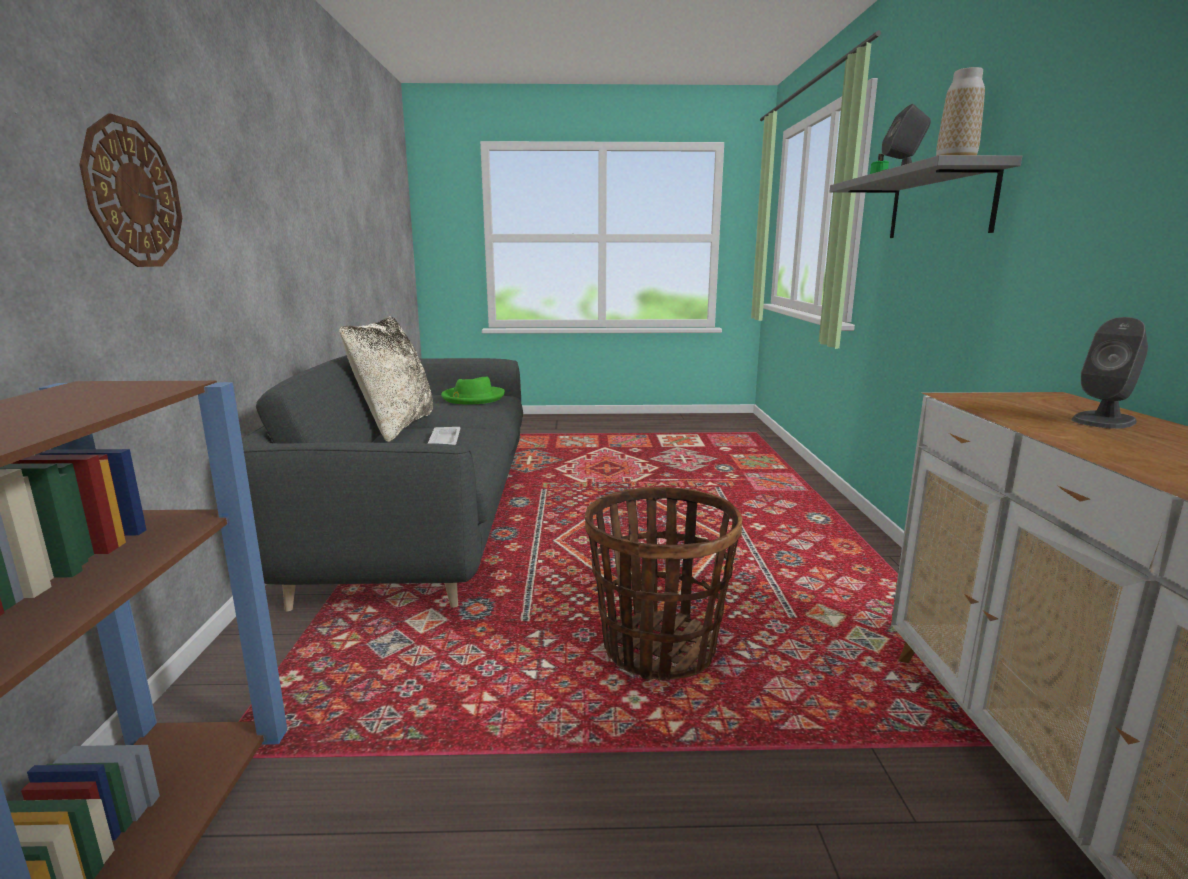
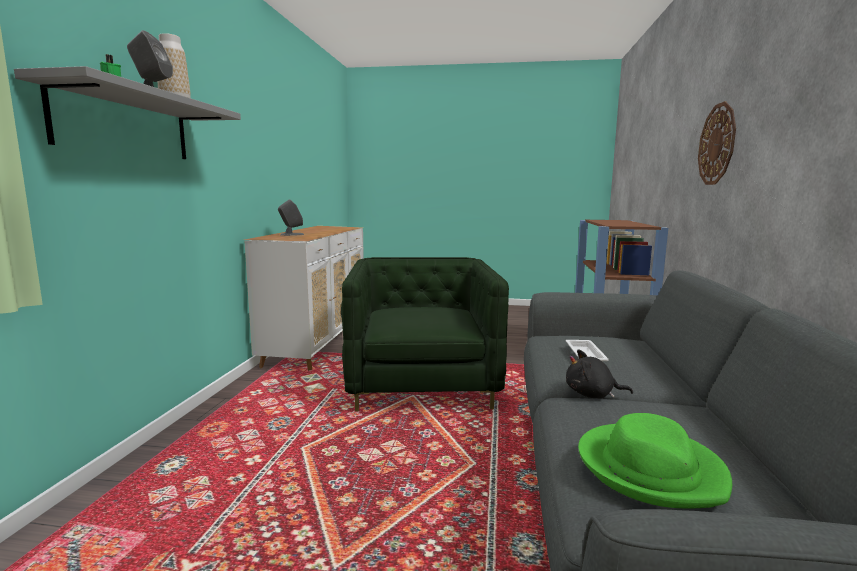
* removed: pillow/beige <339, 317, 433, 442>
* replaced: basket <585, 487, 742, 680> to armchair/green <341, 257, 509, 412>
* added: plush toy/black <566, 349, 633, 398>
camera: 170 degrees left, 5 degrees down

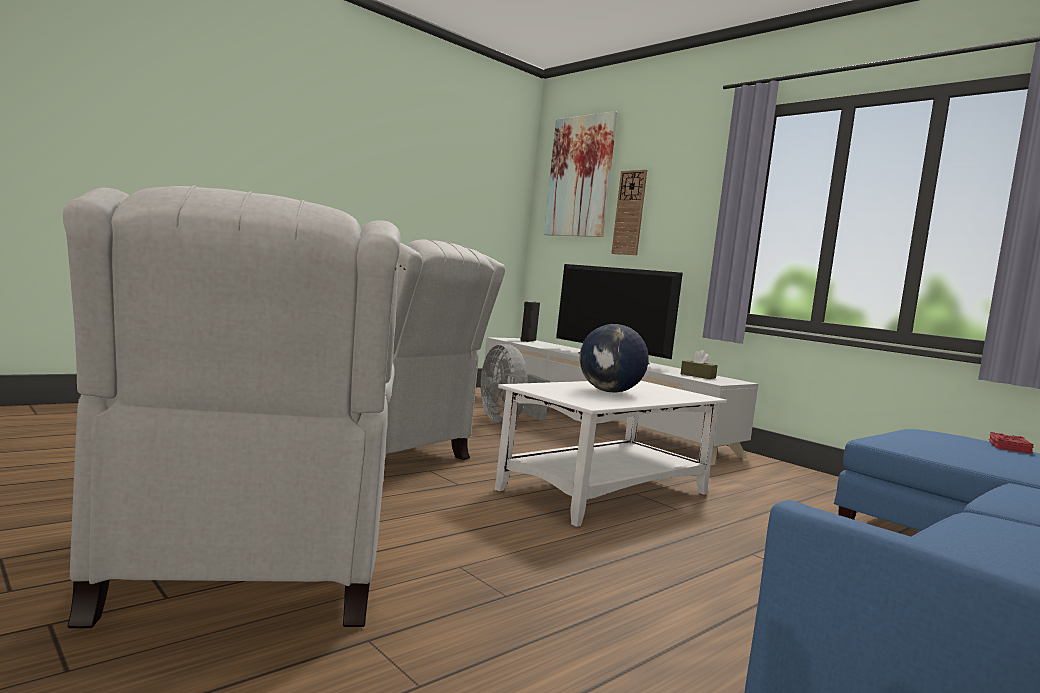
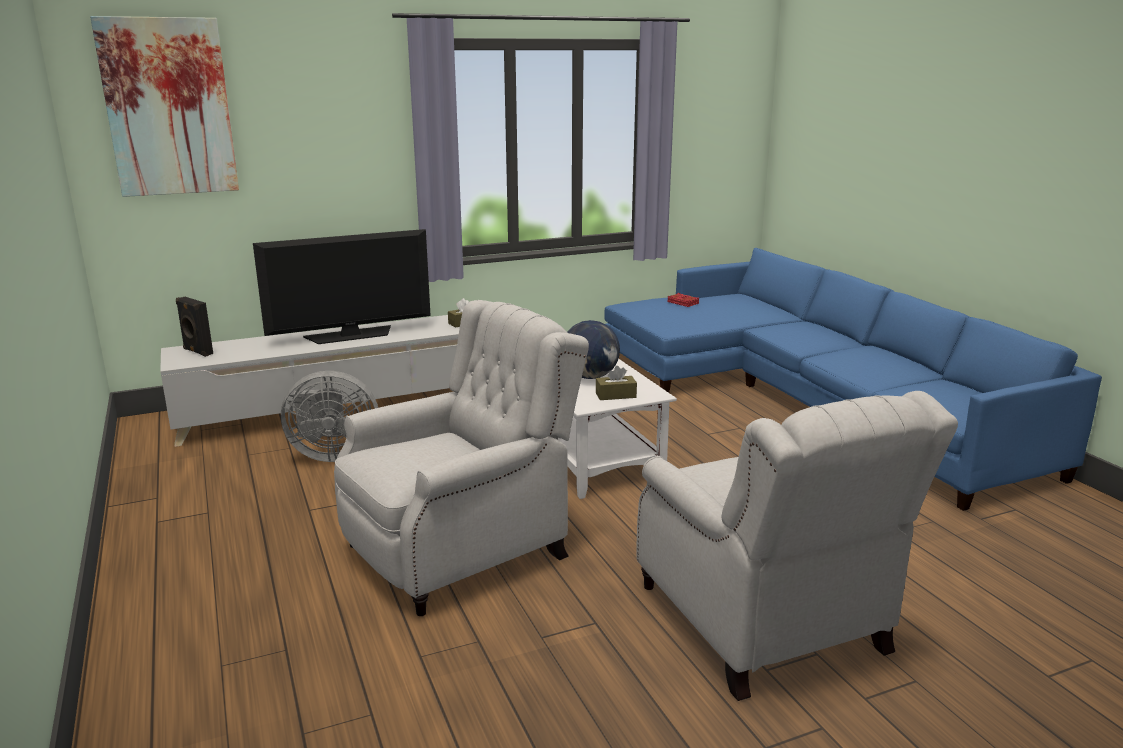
* removed: wall clock <611, 170, 647, 255>
* turned: armchair/white <63, 185, 401, 628> = <636, 391, 958, 701> 60 degrees clockwise
* added: tissue box/brown <596, 366, 637, 400>
camera: 70 degrees left, 15 degrees up

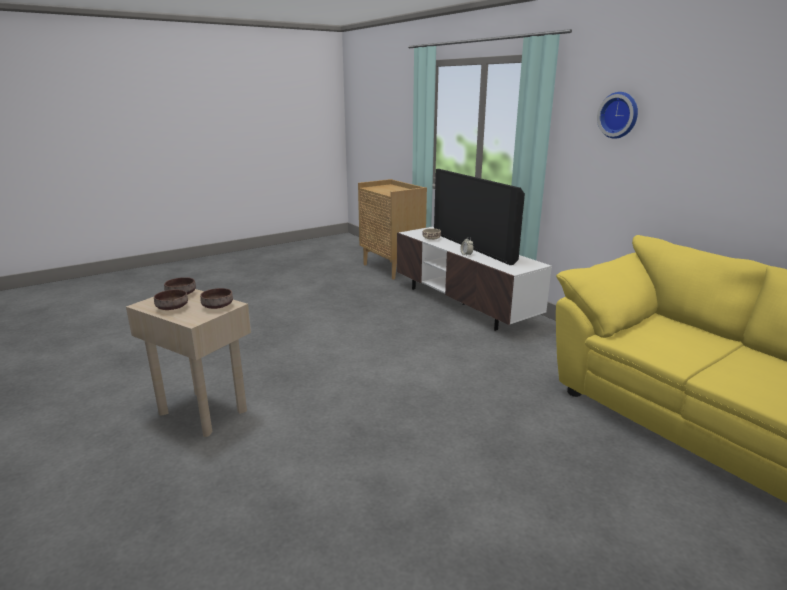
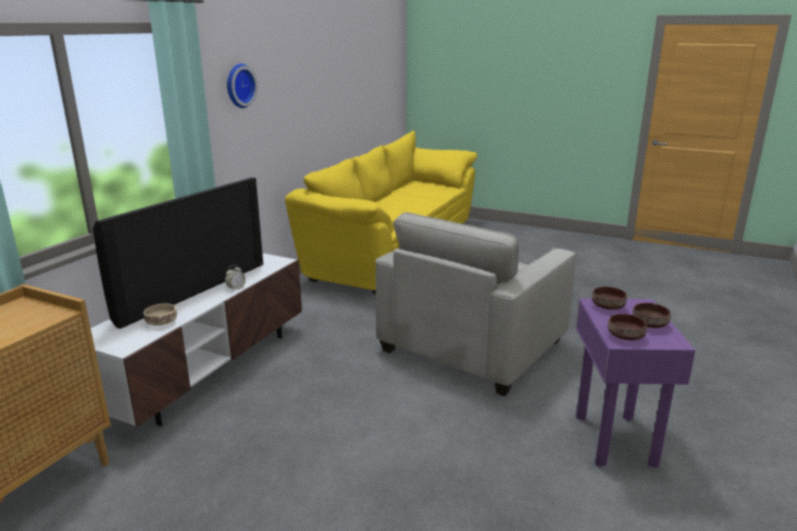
* recoloured: side table/beige <126, 289, 251, 437> to side table/purple <576, 298, 696, 468>
* added: armchair/grey <376, 212, 577, 396>
camera: 120 degrees left, 0 degrees up

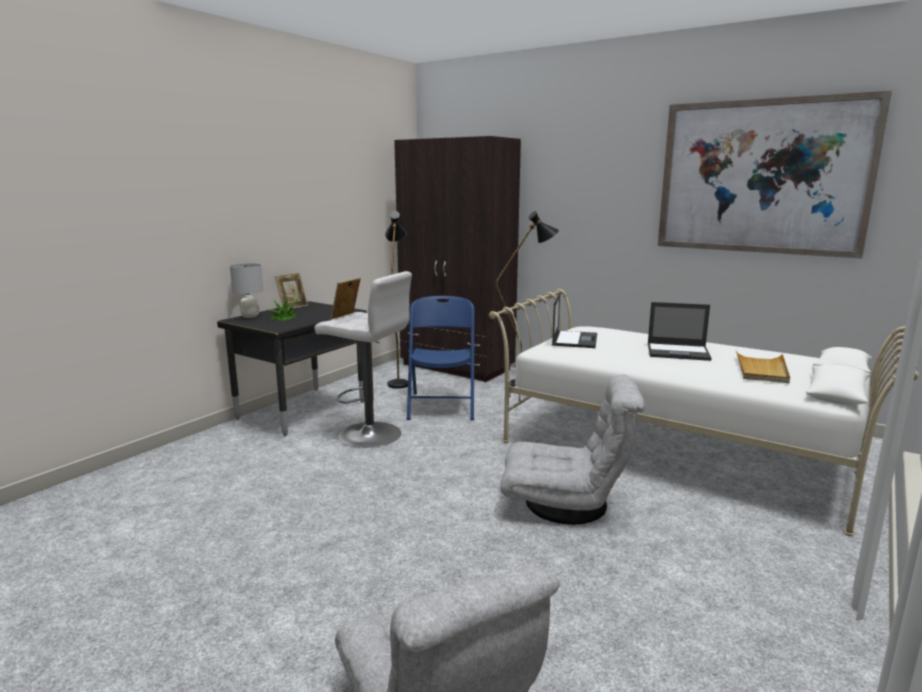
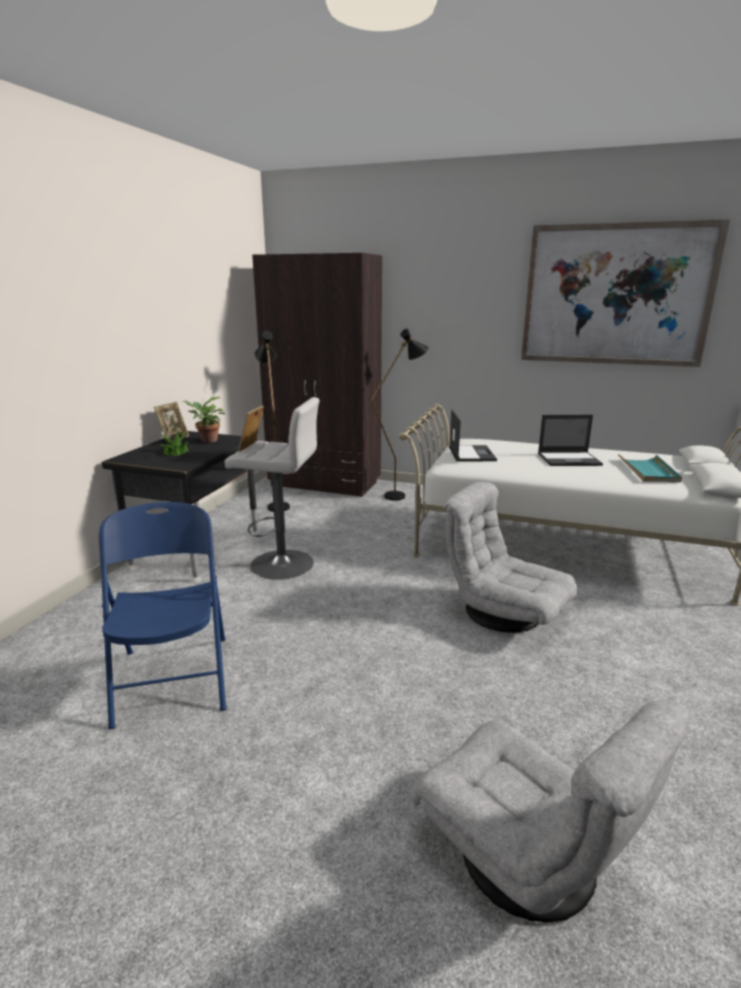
* removed: table lamp/grey <230, 263, 263, 318>
* moved: chair/blue <407, 296, 475, 420> to <99, 502, 227, 730>
* recoloured: tray/beige <736, 351, 790, 383> to tray/turquoise <618, 454, 682, 482>
* turned: armchair/grey <500, 374, 645, 525> = <443, 482, 578, 633> 135 degrees counterclockwise
* added: potted plant <183, 397, 225, 443>
camera: 15 degrees left, 5 degrees up

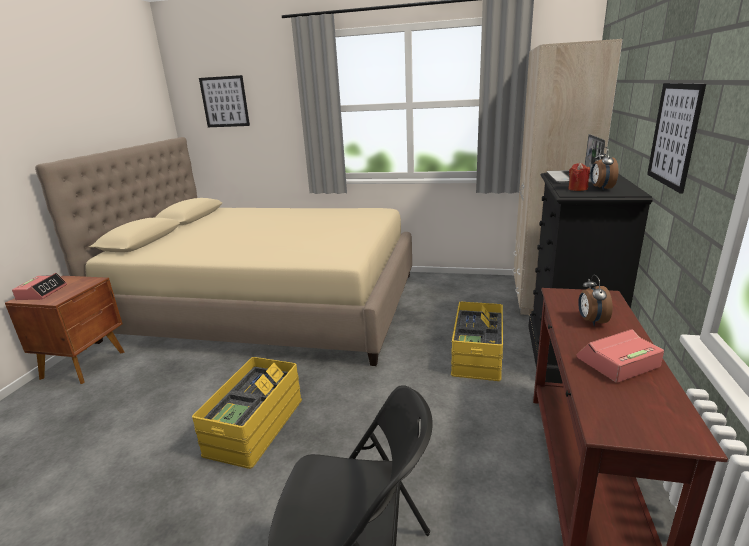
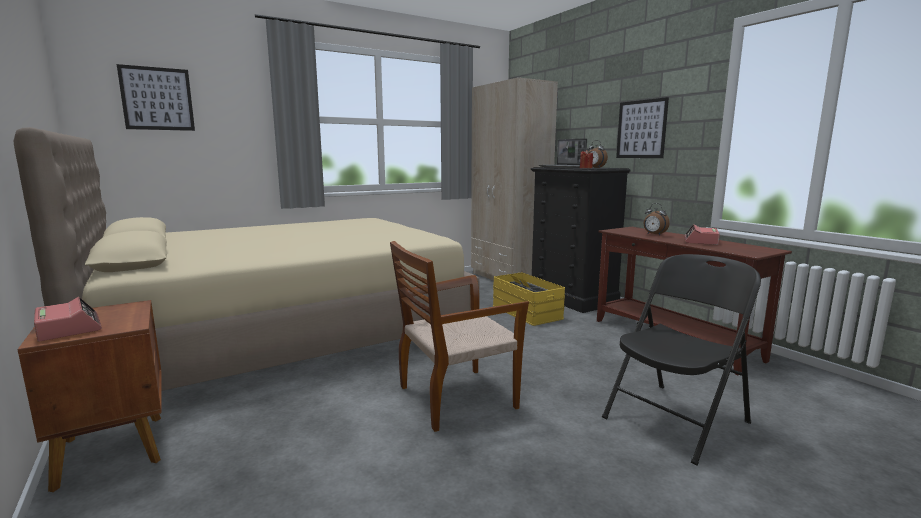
* replaced: storage box/yellow <192, 357, 302, 469> to armchair/brown <390, 241, 529, 432>
camera: 45 degrees left, 10 degrees down

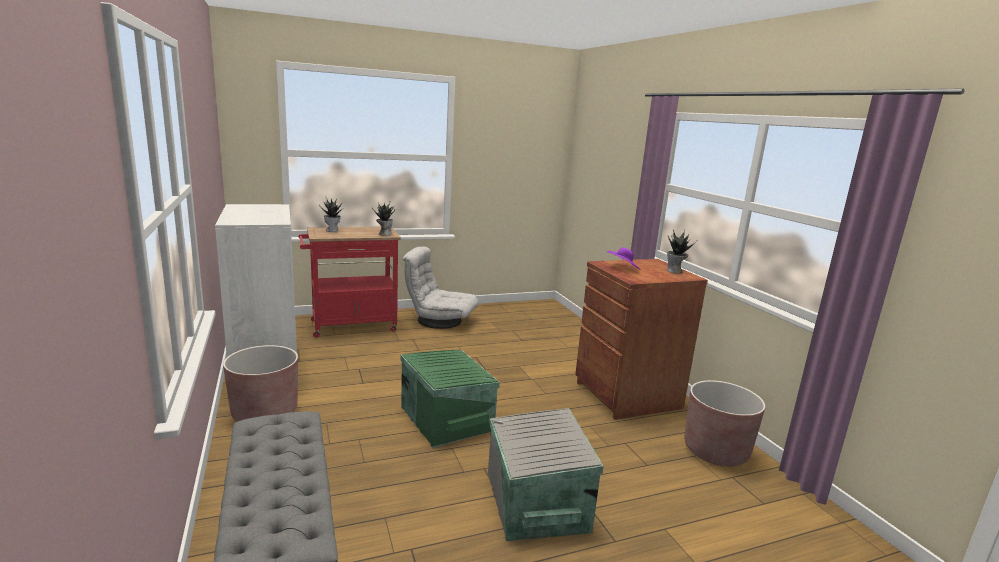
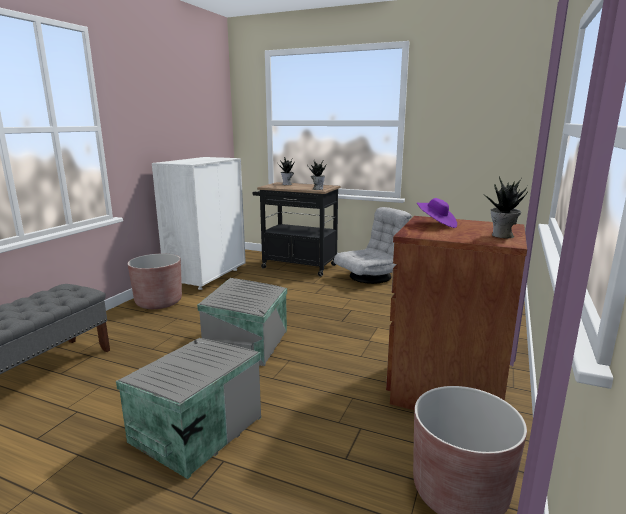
* recoloured: cart/red <299, 227, 401, 338> to cart/black <253, 182, 341, 277>
* turned: armchair/grey <403, 247, 479, 329> = <334, 207, 412, 284> 90 degrees clockwise
* recoloured: storage box/green <400, 350, 500, 448> to storage box/grey <197, 278, 287, 366>
camera: 45 degrees right, 0 degrees up

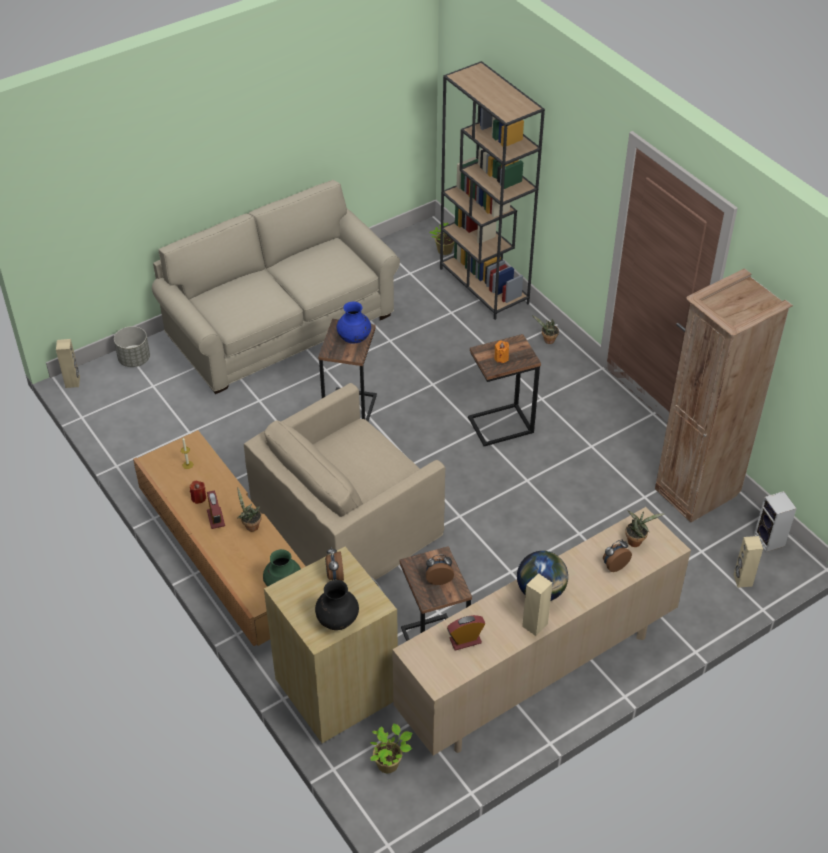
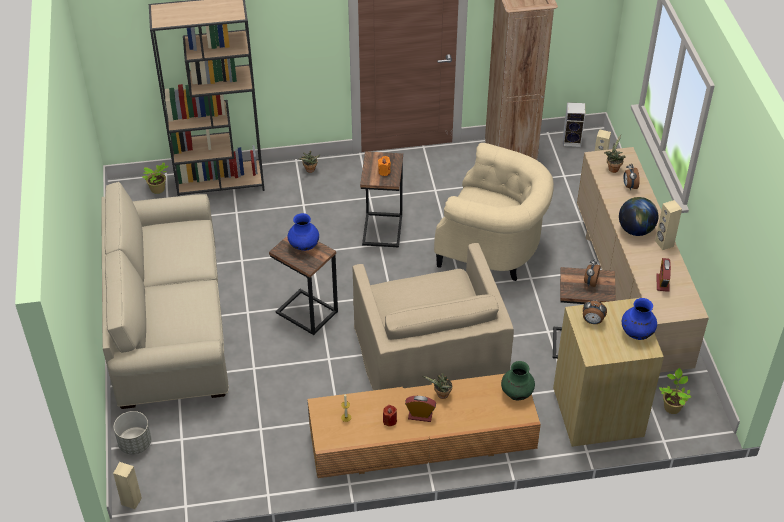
* recoloured: vase/black <315, 580, 359, 630> to vase/blue <622, 298, 657, 340>
* added: armchair/beige <434, 143, 554, 281>
camera: 65 degrees left, 0 degrees up

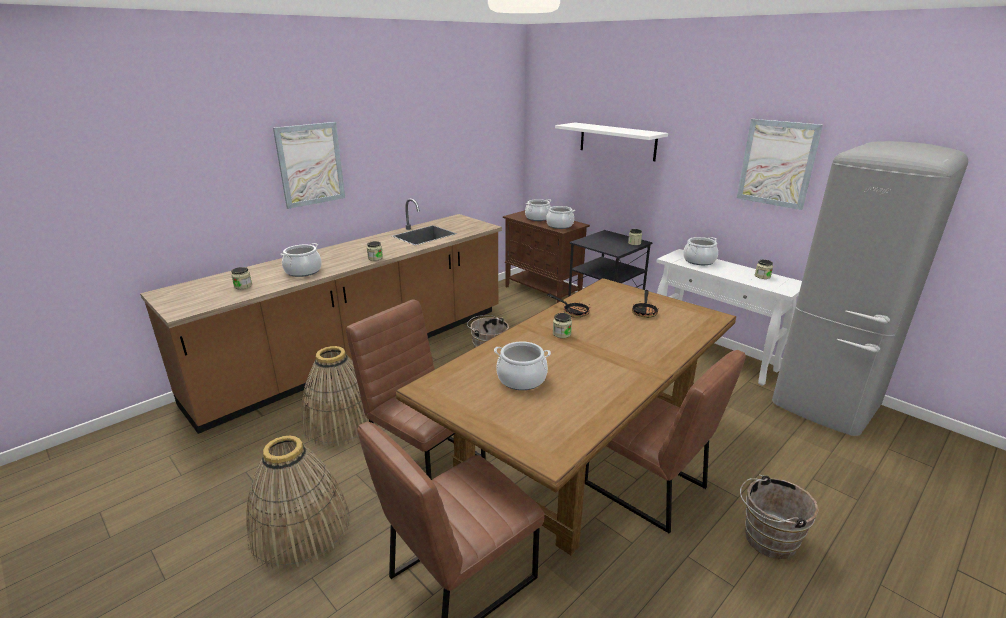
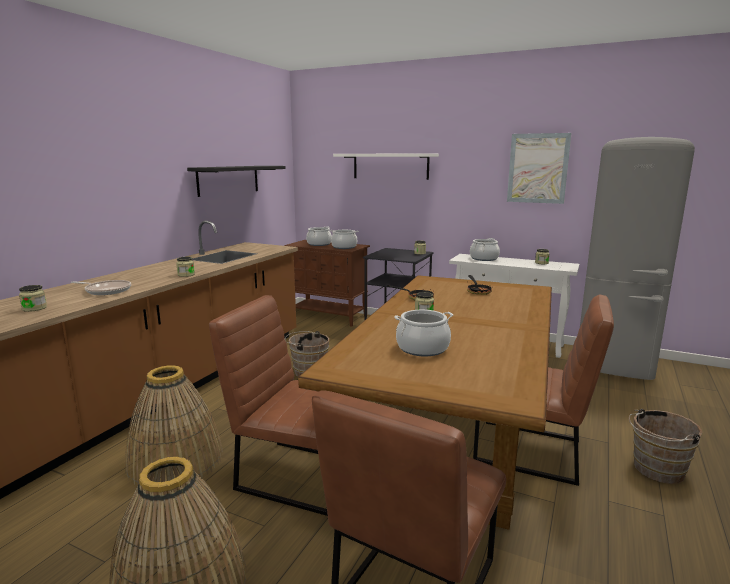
* removed: picture <273, 122, 345, 209>
* replaced: cooking pot <281, 243, 322, 277> to frying pan <71, 280, 131, 295>
* added: shelf/black <187, 166, 286, 197>
camera: 20 degrees left, 10 degrees down

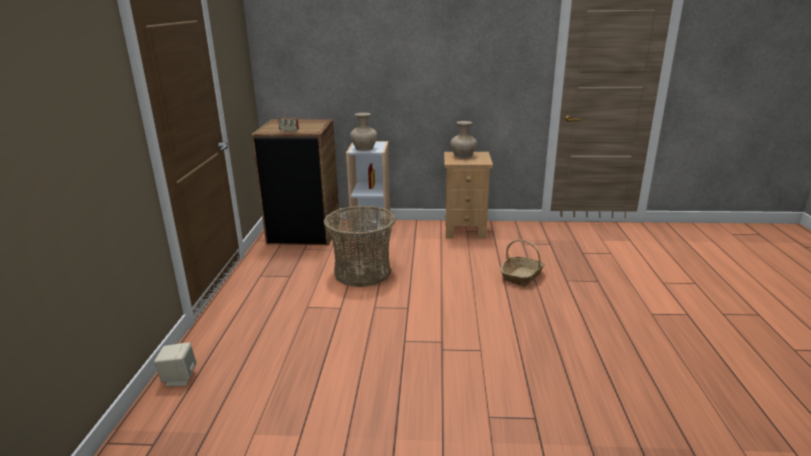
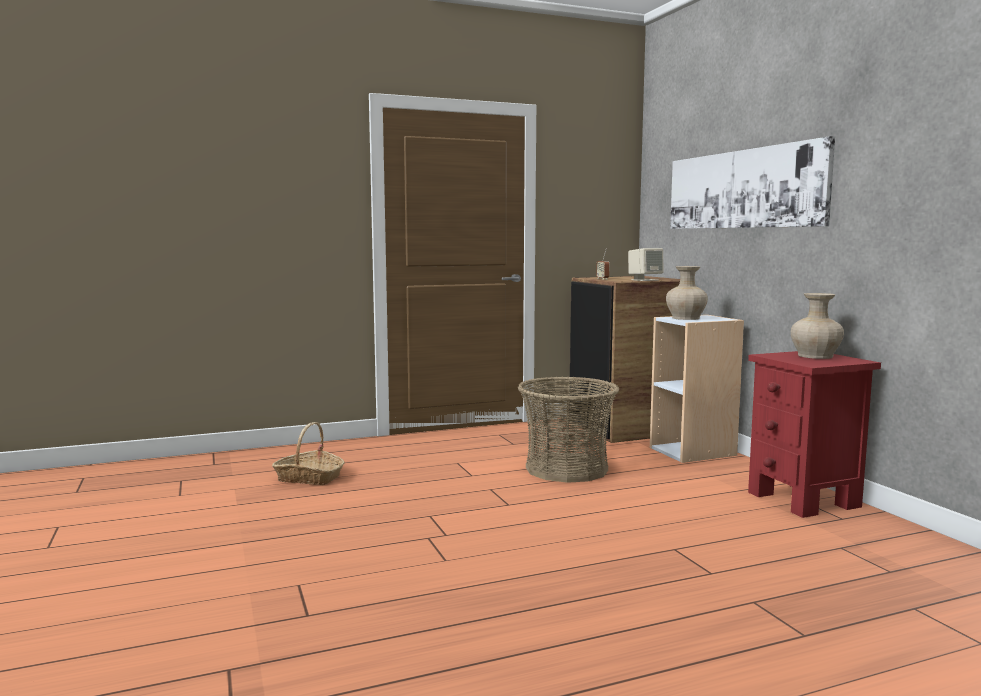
* recoloured: nightstand/beige <444, 152, 493, 239> to nightstand/red <748, 351, 881, 518>
* moved: basket <501, 240, 544, 286> to <272, 422, 345, 485>
* moved: speaker/beige <154, 342, 197, 386> to <628, 248, 664, 281>
* added: picture <670, 136, 835, 229>
camera: 65 degrees right, 15 degrees down

